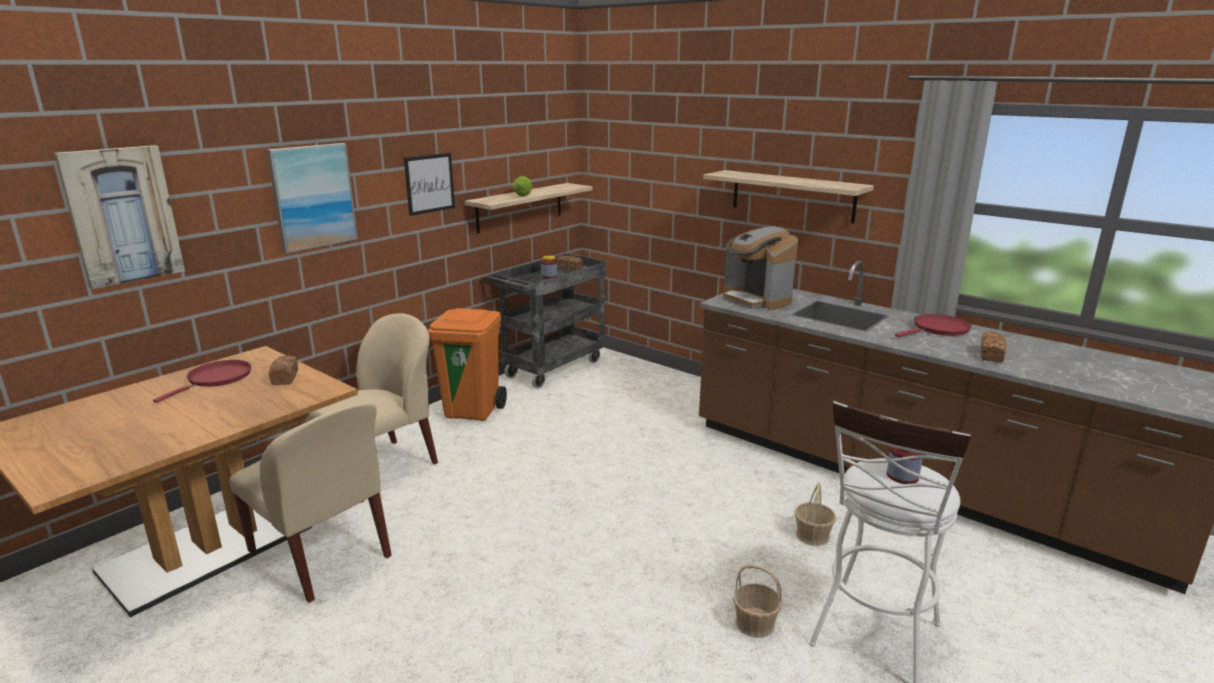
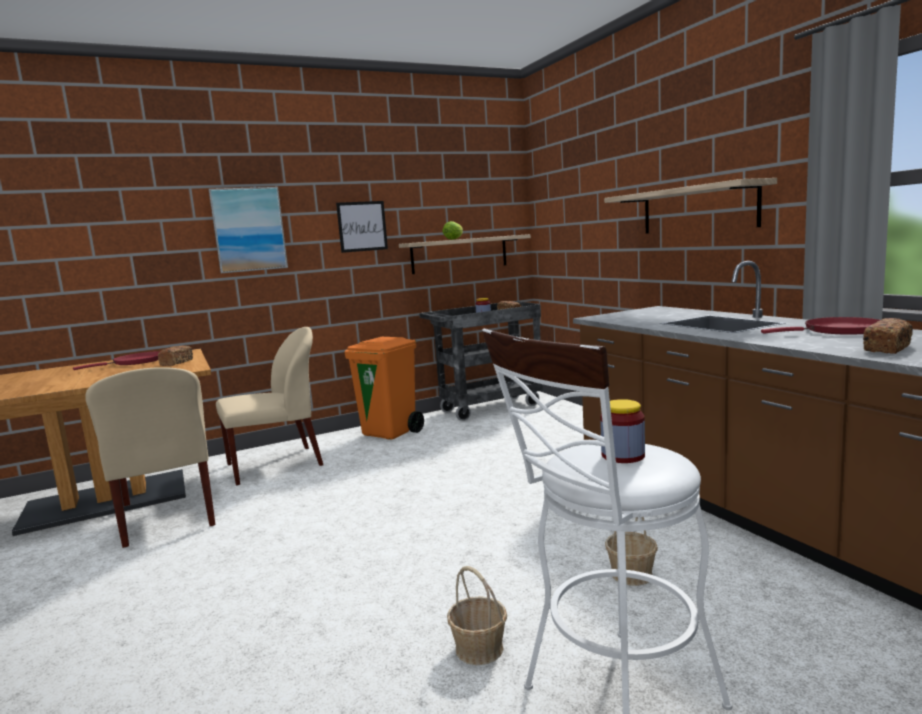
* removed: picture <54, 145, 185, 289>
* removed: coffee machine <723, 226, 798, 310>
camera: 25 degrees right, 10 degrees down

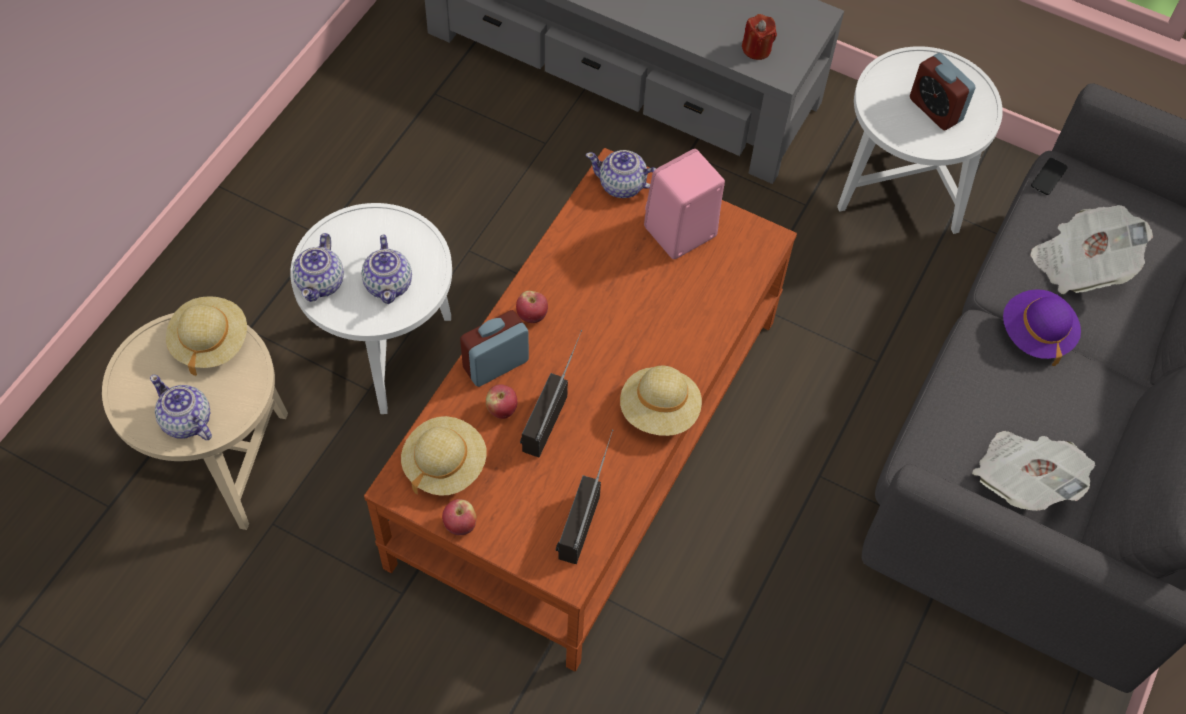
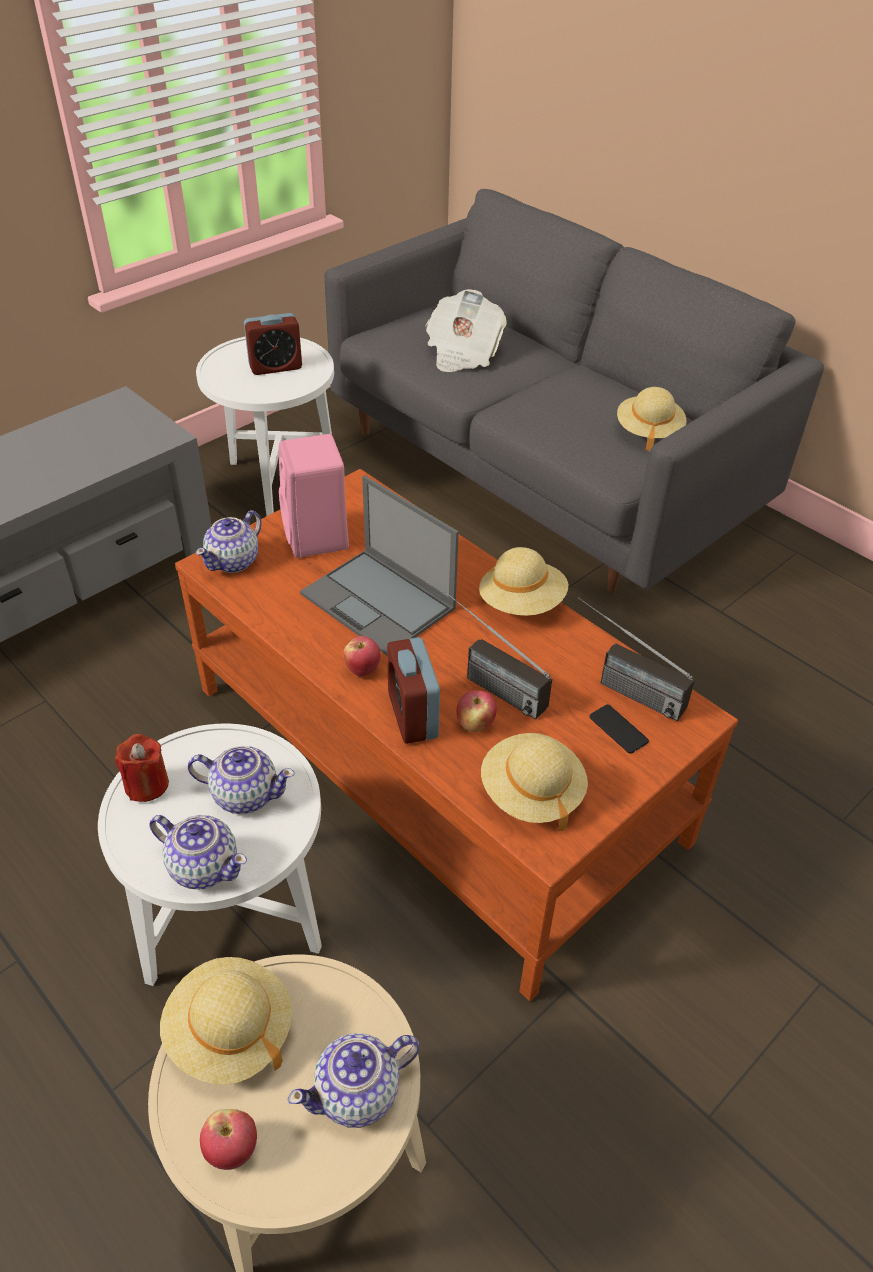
* moved: candle/red <742, 14, 777, 60> to <115, 734, 169, 802>
* moved: phone <1031, 158, 1068, 195> to <589, 704, 649, 754>
* removed: hat/purple <1003, 289, 1081, 366>
* replaced: newspaper <972, 431, 1096, 511> to hat/beige <617, 387, 686, 451>
* moved: apple <442, 499, 477, 535> to <200, 1109, 257, 1170>
* added: laptop <300, 475, 459, 655>
camera: 70 degrees left, 15 degrees down

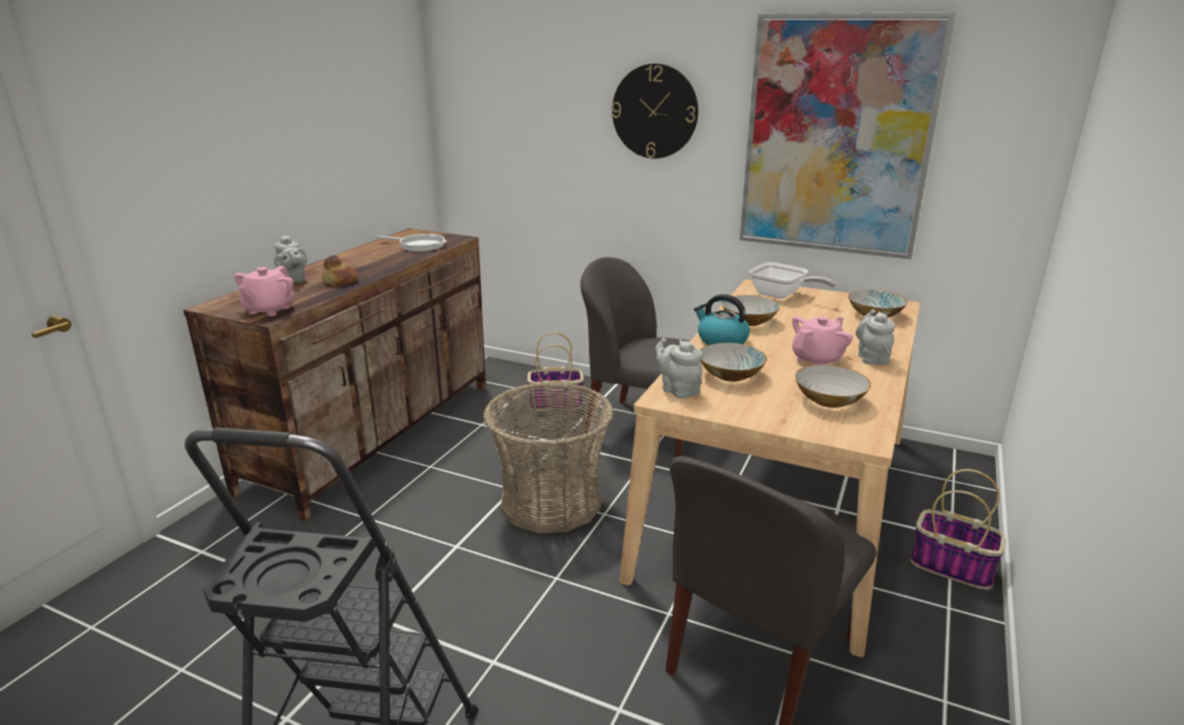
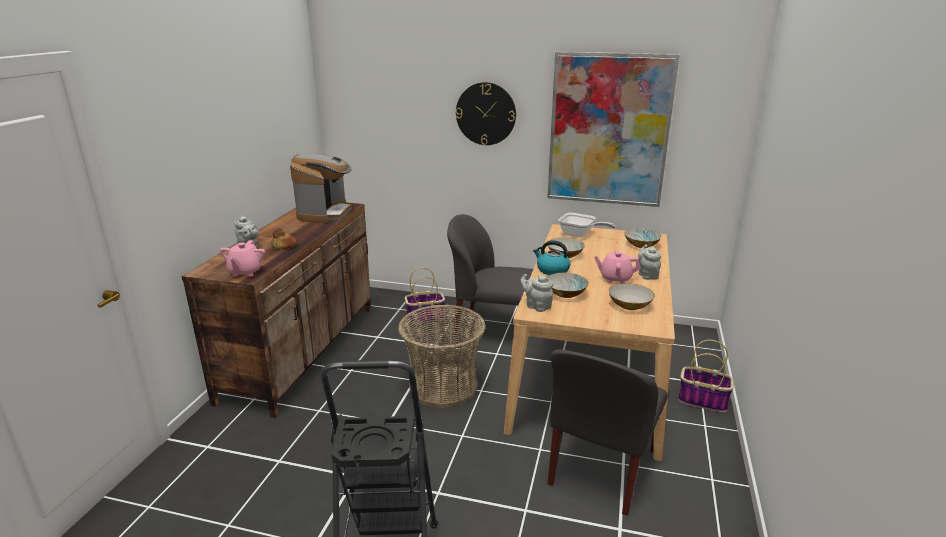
* replaced: frying pan <375, 234, 447, 252> to coffee machine <290, 153, 352, 223>
* turned: teapot/pink <792, 316, 853, 365> = <594, 250, 640, 283> 120 degrees counterclockwise
camera: 10 degrees left, 0 degrees up

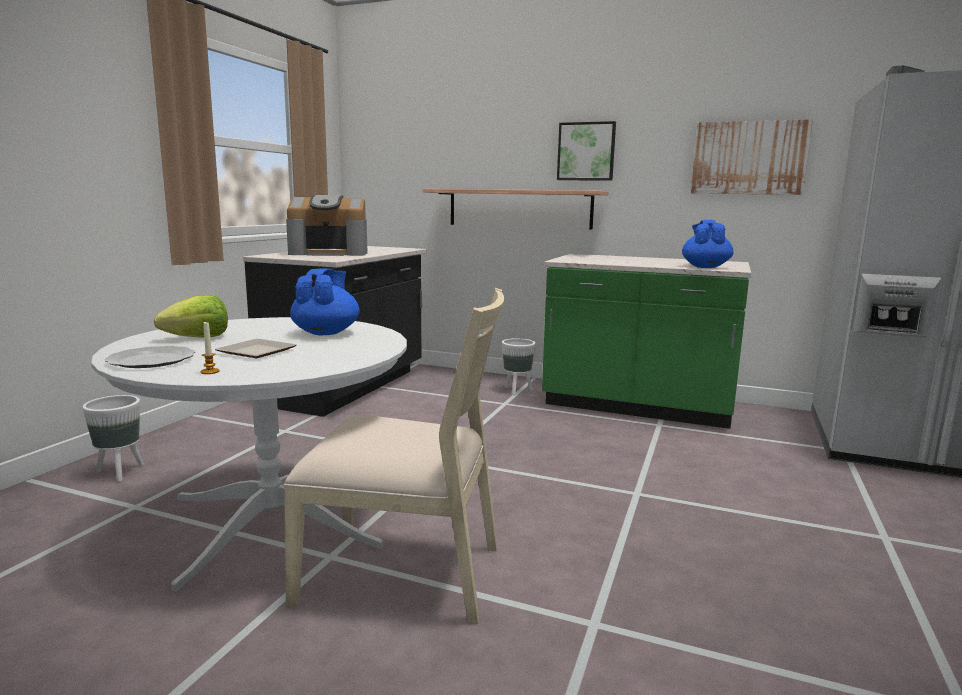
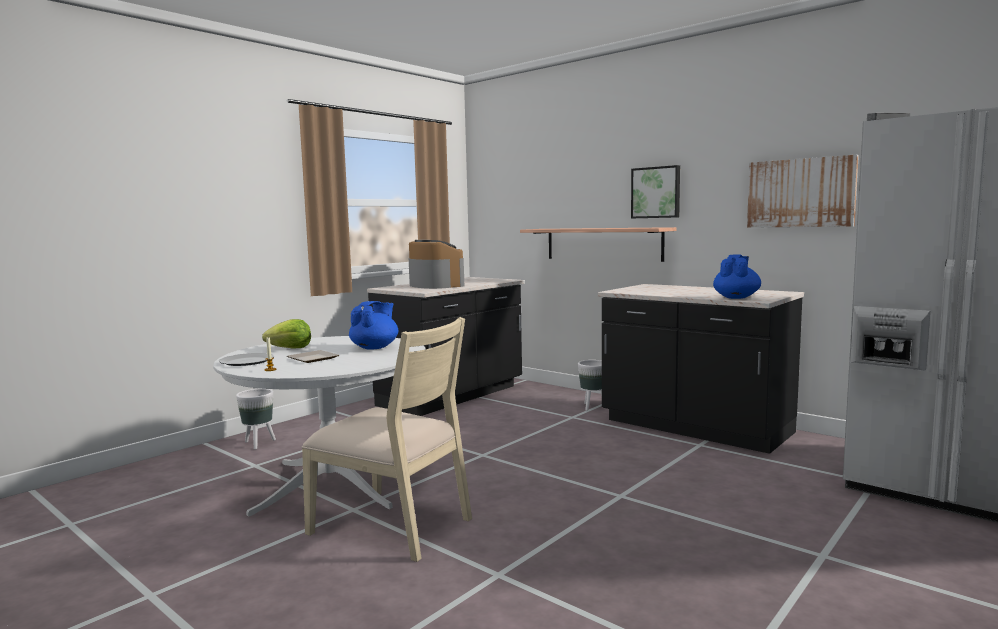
* turned: coffee machine <286, 195, 367, 256> = <409, 240, 464, 289> 135 degrees counterclockwise
* recoloured: counter/green <542, 254, 751, 429> to counter/black <598, 284, 804, 454>
camera: 20 degrees right, 5 degrees down

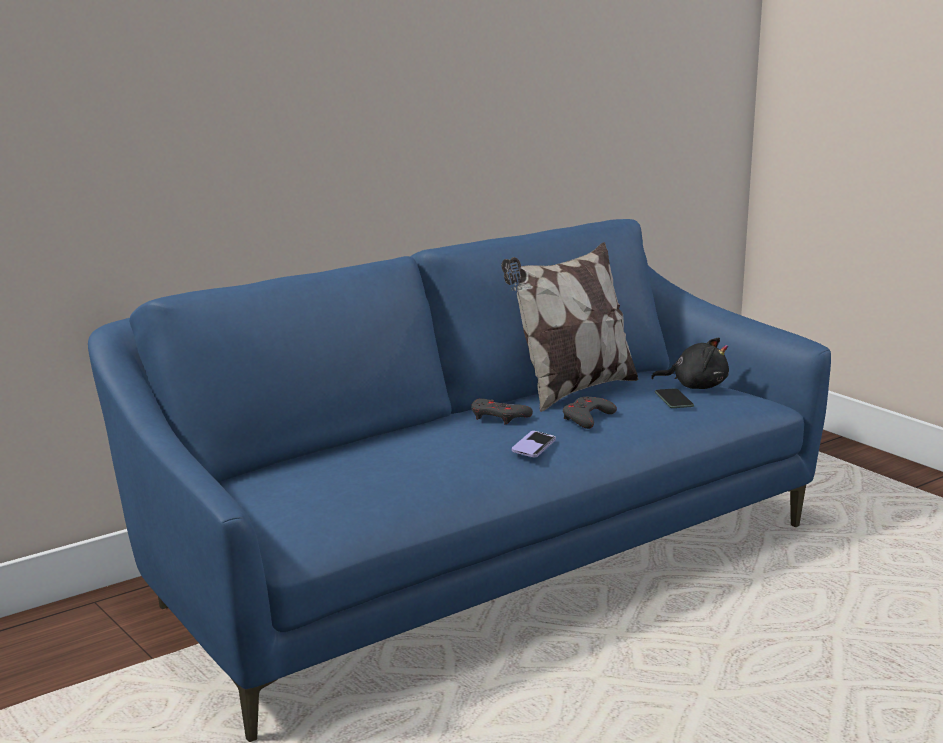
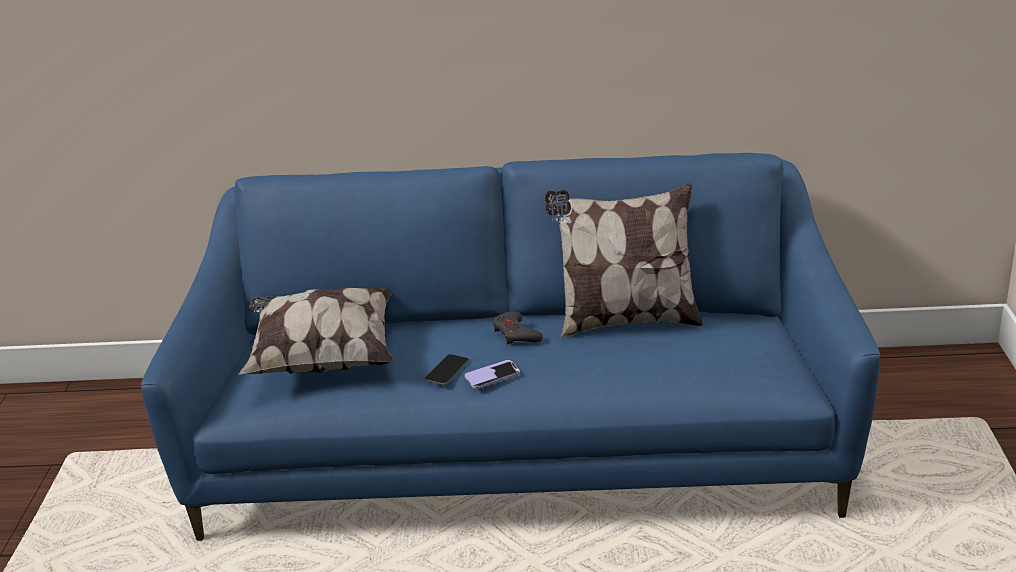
* removed: plush toy/black <651, 337, 729, 389>
* moved: phone <655, 388, 694, 408> to <424, 354, 469, 385>
* removed: game controller/grey <563, 396, 617, 429>
* added: pillow <238, 287, 393, 375>
camera: 40 degrees right, 10 degrees up

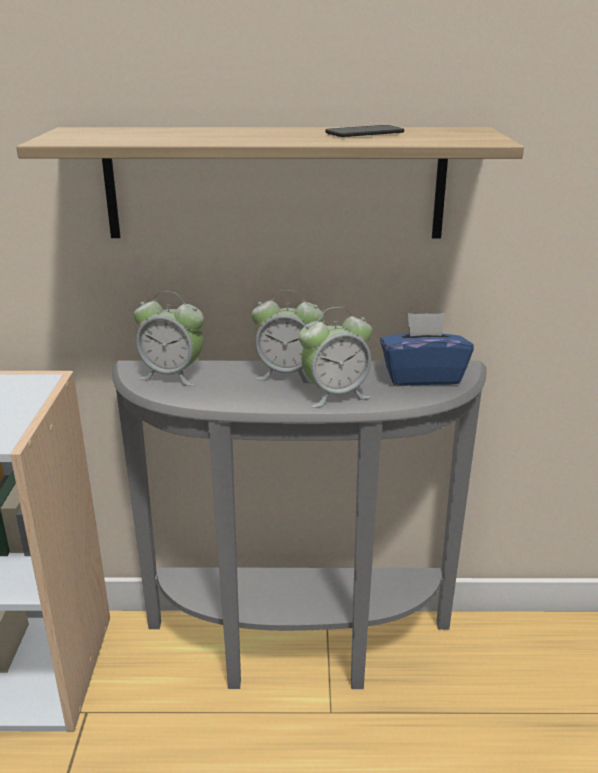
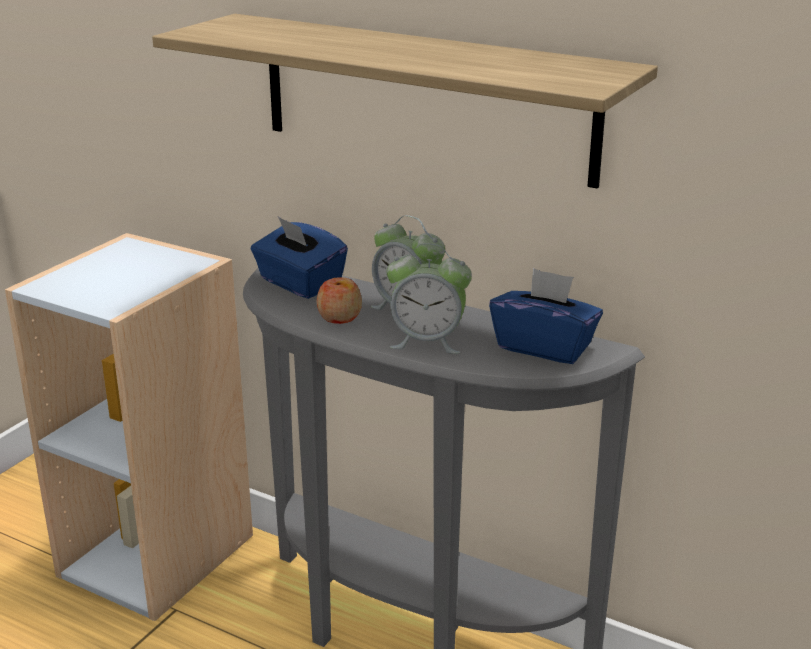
* removed: phone <325, 125, 404, 137>
* replaced: alarm clock <134, 291, 204, 386> to tissue box/blue <251, 216, 348, 299>
* added: apple <317, 277, 362, 324>
camera: 30 degrees right, 0 degrees up

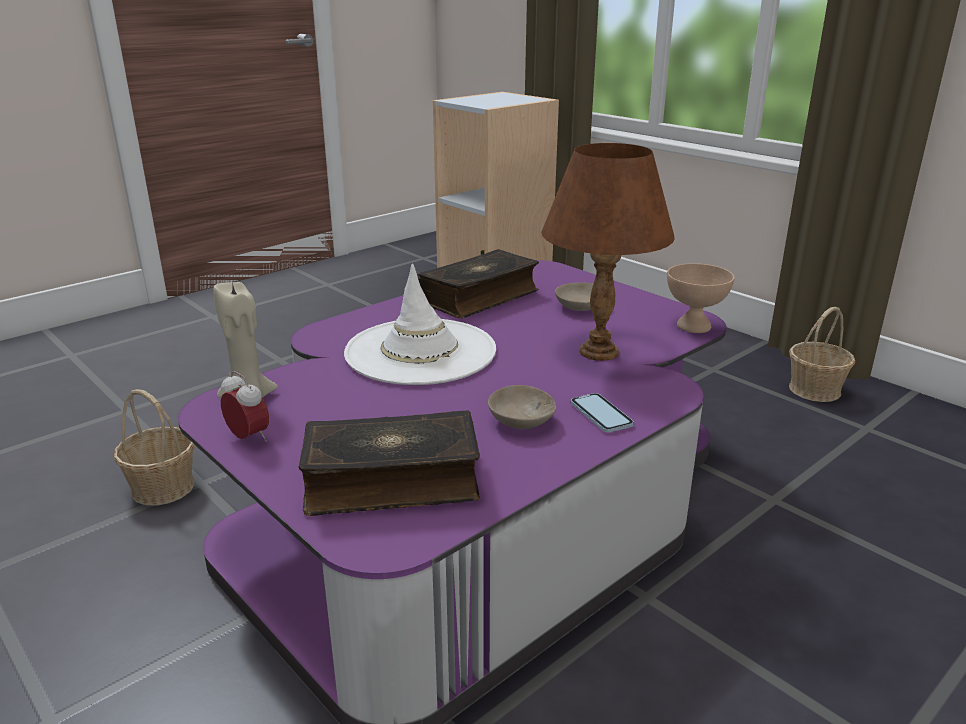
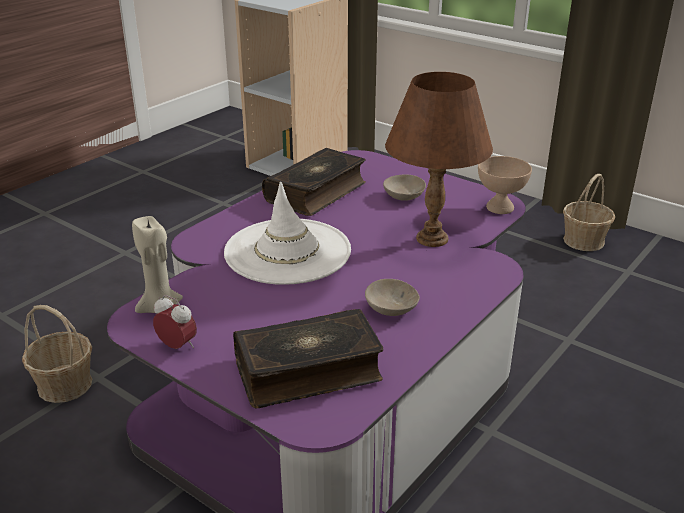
* removed: phone <571, 393, 634, 433>
camera: 10 degrees left, 5 degrees up

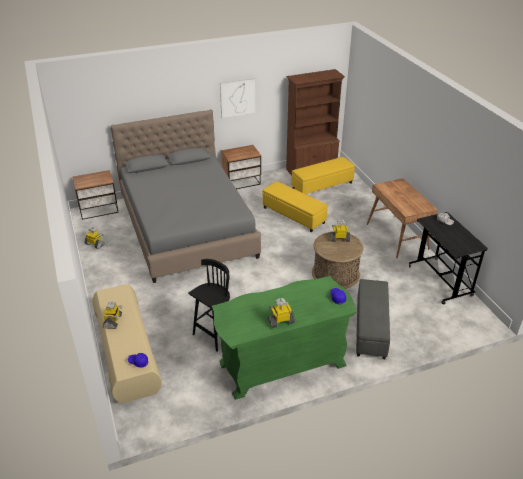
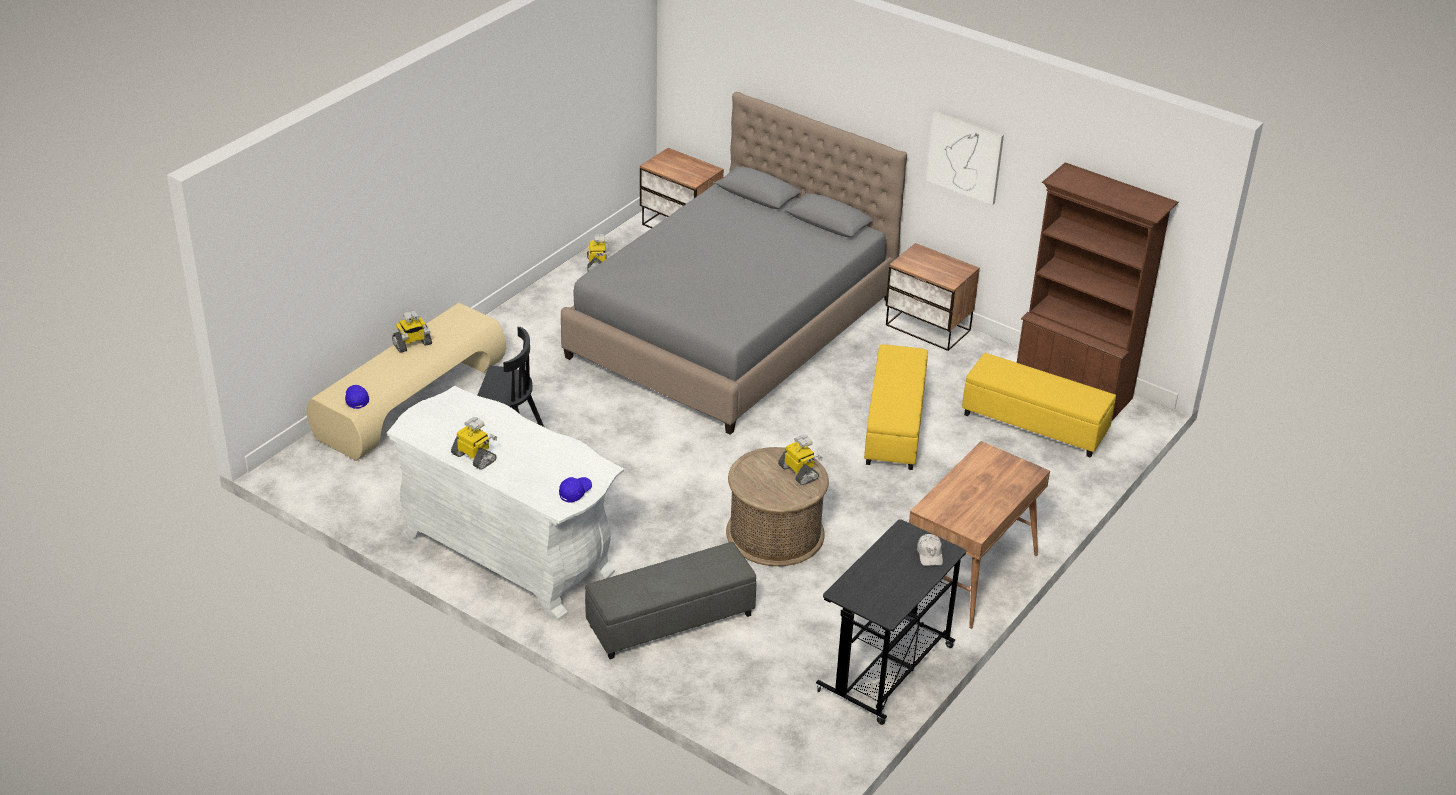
* recoloured: dresser/green <212, 276, 356, 400> to dresser/white <387, 385, 624, 621>
camera: 55 degrees right, 0 degrees up

